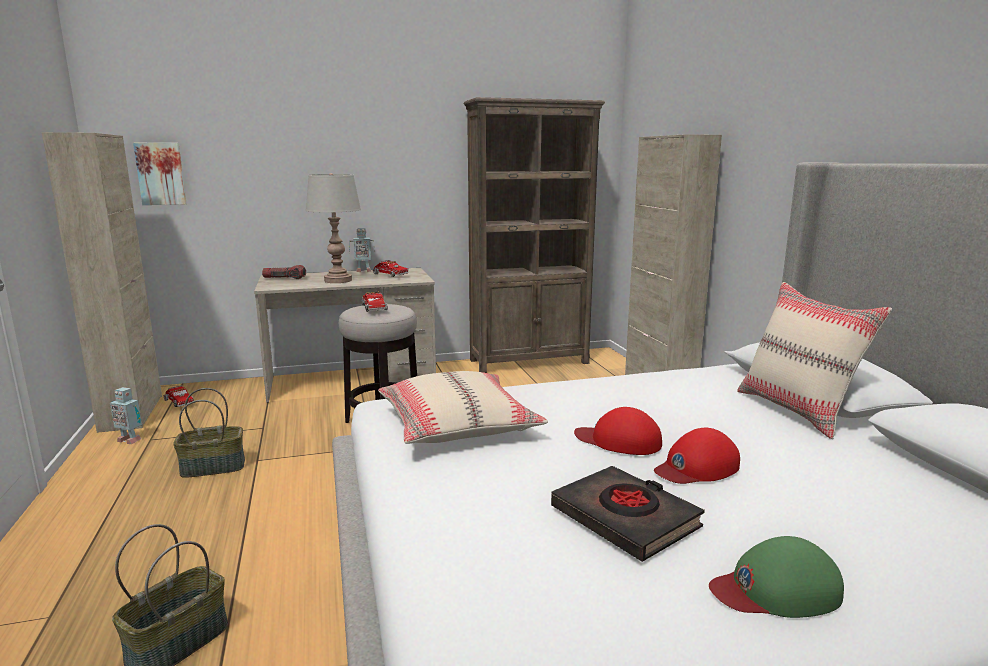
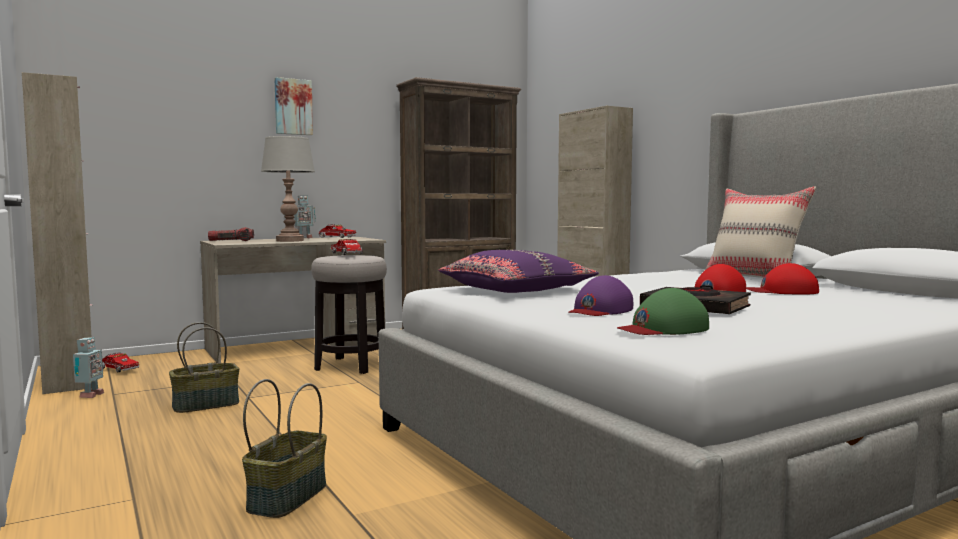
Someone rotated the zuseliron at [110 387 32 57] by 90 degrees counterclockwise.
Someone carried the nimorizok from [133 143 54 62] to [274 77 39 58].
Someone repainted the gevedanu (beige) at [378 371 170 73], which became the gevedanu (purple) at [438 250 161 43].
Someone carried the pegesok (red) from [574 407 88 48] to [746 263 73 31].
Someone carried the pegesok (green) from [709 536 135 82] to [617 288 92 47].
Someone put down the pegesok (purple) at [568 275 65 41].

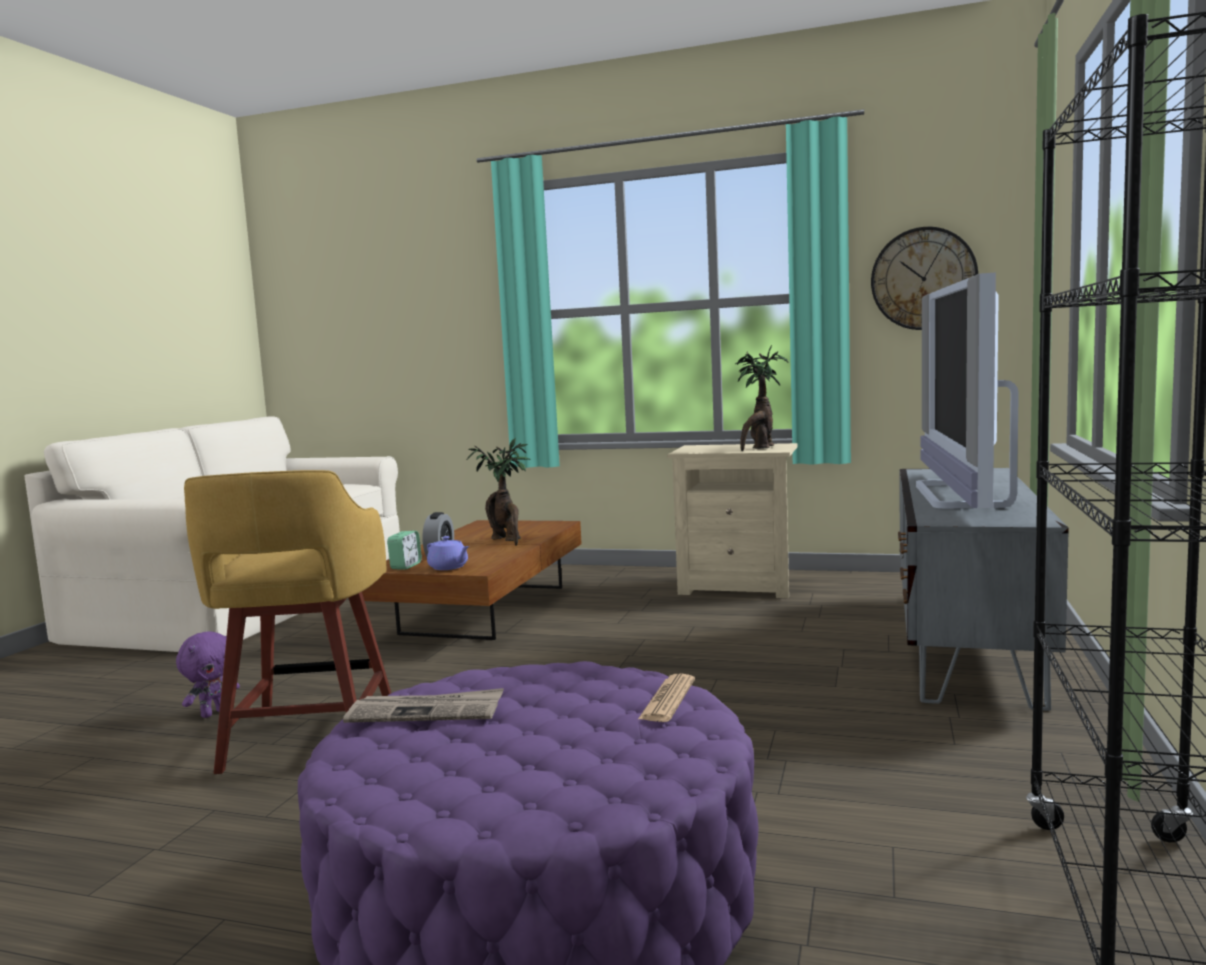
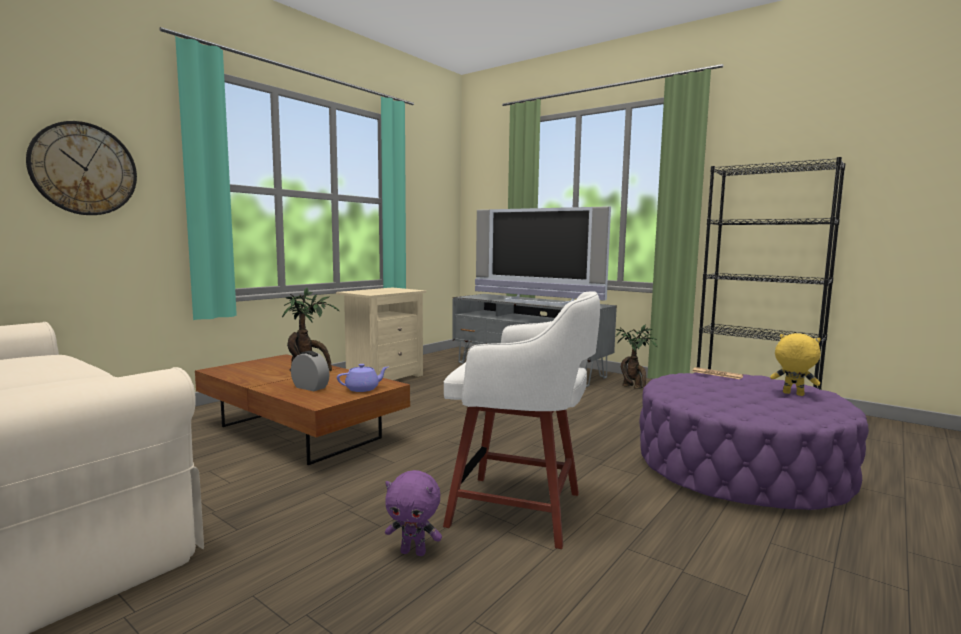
Someone rotated the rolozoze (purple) at [176 631 64 87] by 135 degrees clockwise.
Someone repainted the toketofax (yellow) at [184 470 207 304], which became the toketofax (white) at [443 291 157 258].
Someone took away the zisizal at [343 688 161 35].
Someone took away the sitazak at [387 531 35 39].
Someone carried the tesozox from [735 345 54 107] to [616 324 41 65].
Someone carried the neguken from [871 227 107 103] to [26 121 111 94].
Someone put down the rolozoze (yellow) at [770 333 51 63].

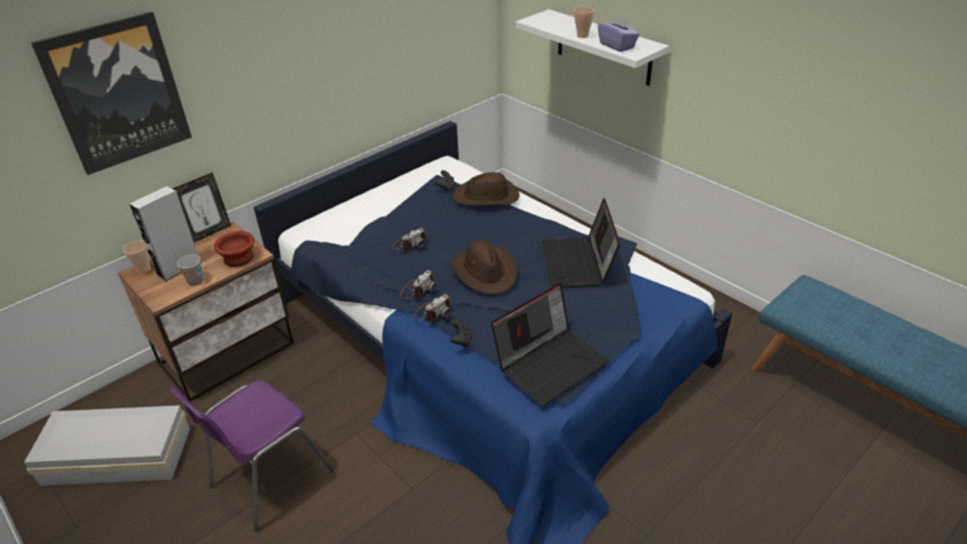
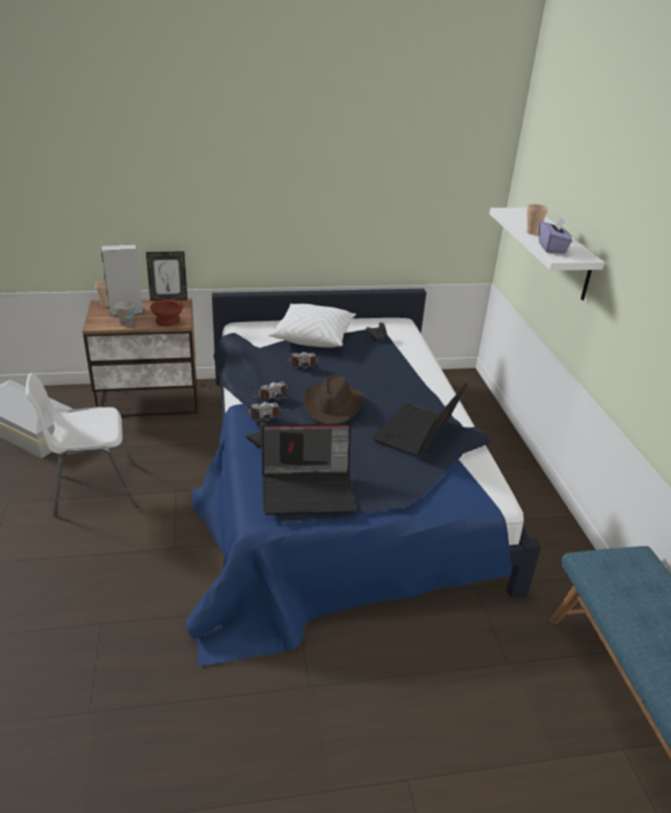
Someone took away the nimorizok at [31 11 161 164].
Someone repainted the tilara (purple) at [169 380 165 152], which became the tilara (white) at [26 373 112 144].
Someone took away the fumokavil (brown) at [452 172 68 34].
Someone put down the gevedanu (white) at [269 304 87 44].

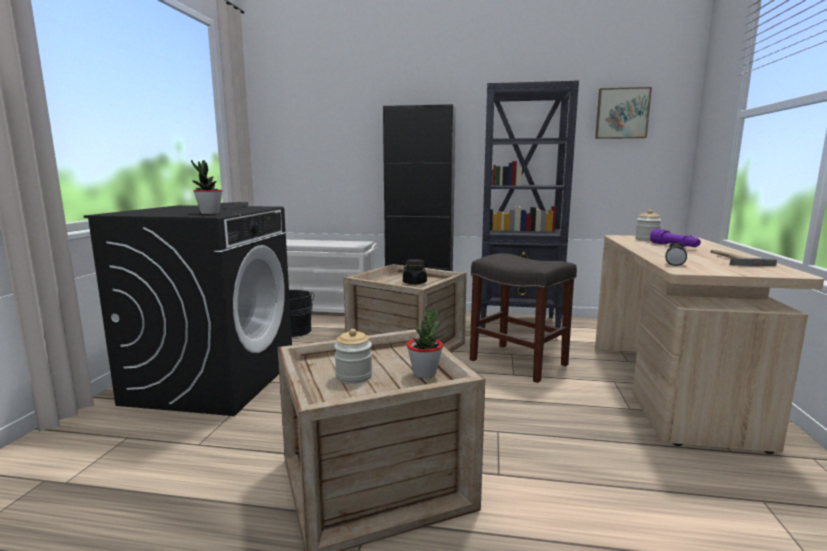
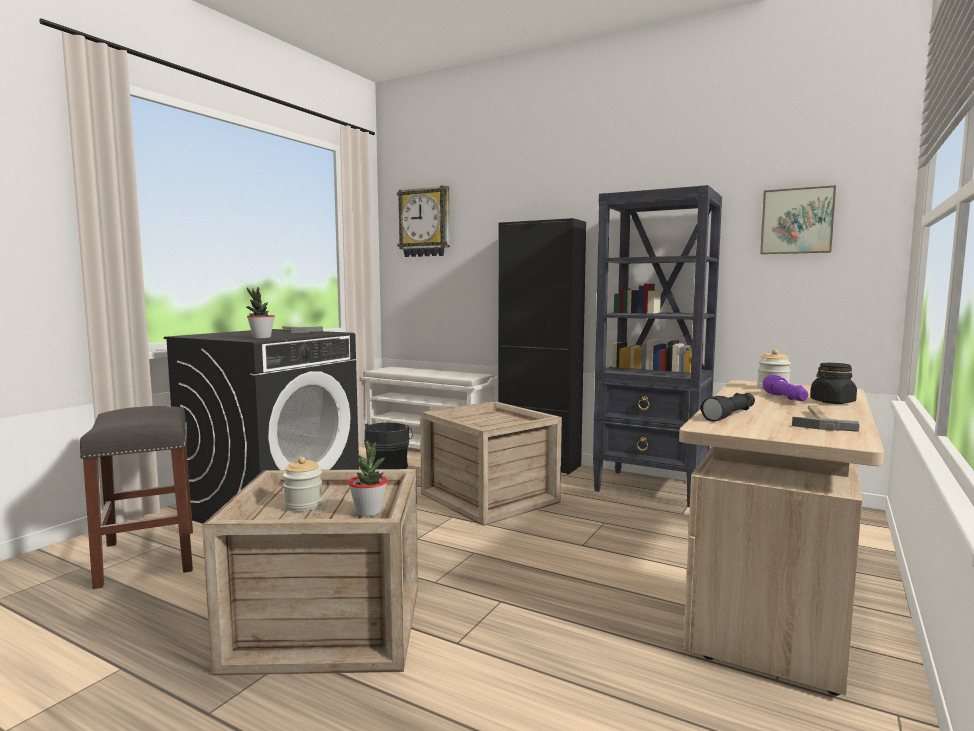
Someone carried the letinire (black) from [403 259 24 26] to [810 363 47 41].
Someone carried the toketofax (grey) from [470 253 107 130] to [79 406 114 183].
Someone put up the neguken at [397 185 53 72].

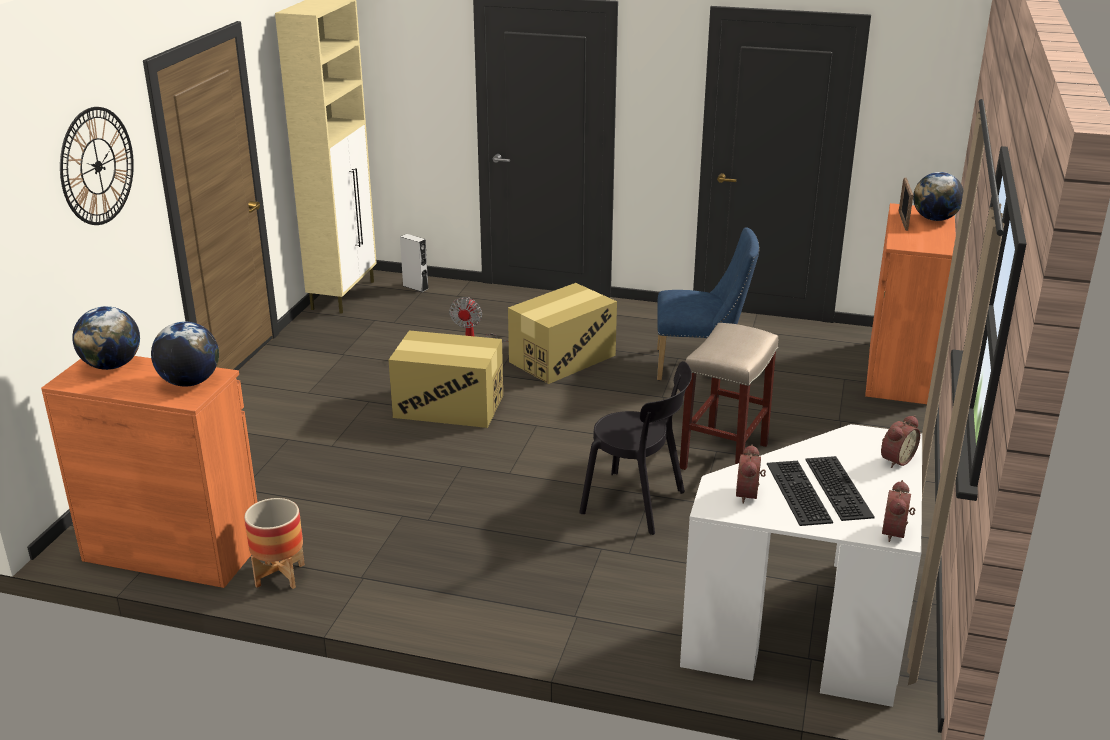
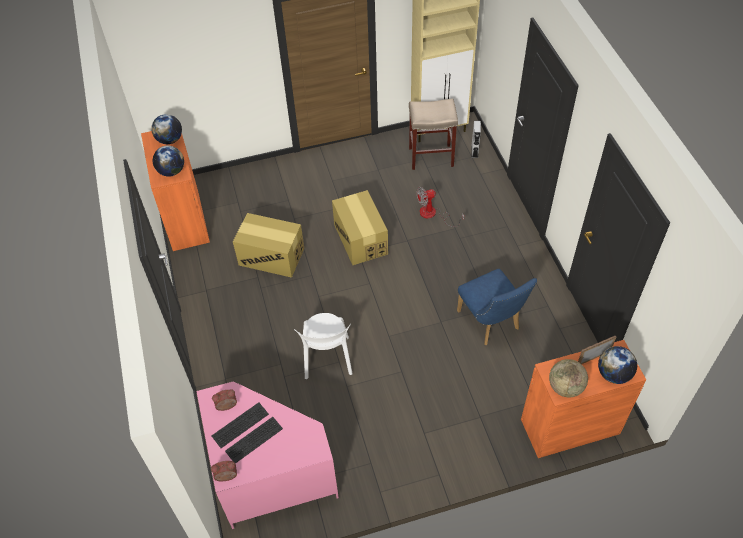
Someone took away the neguken at [60 107 74 118].
Someone took away the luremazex at [244 498 61 91].
Someone carried the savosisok from [508 283 109 101] to [233 213 71 65].
Someone repainted the tilara (black) at [579 361 113 174], which became the tilara (white) at [294 313 59 66].
Someone carried the toketofax (beige) from [680 323 98 147] to [409 98 49 72].
Someone repainted the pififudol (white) at [680 424 242 283], which became the pififudol (pink) at [196 382 143 147].
Someone took away the sitazak at [881 415 39 53].
Someone put down the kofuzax at [549 359 39 38].

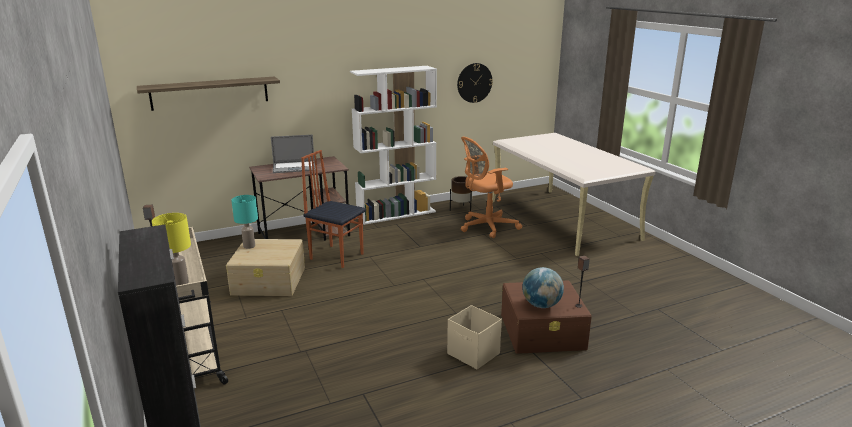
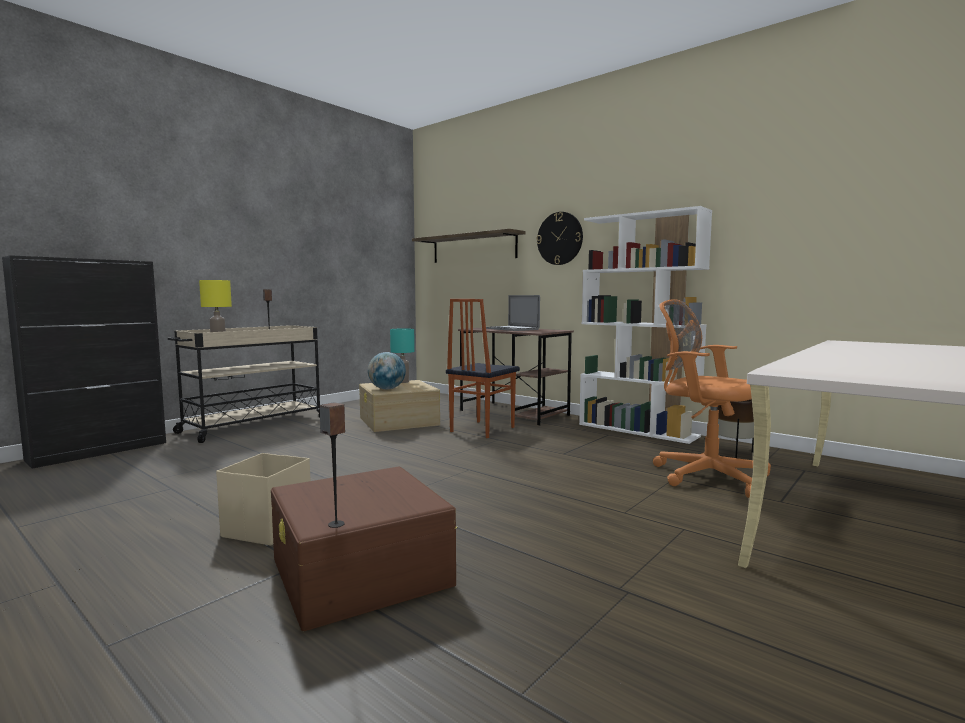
Someone rotated the tilara at [301 150 65 118] by 150 degrees counterclockwise.
Someone carried the neguken from [457 63 36 40] to [537 212 46 53].
Someone carried the kofuzax from [522 267 42 41] to [368 352 38 37].

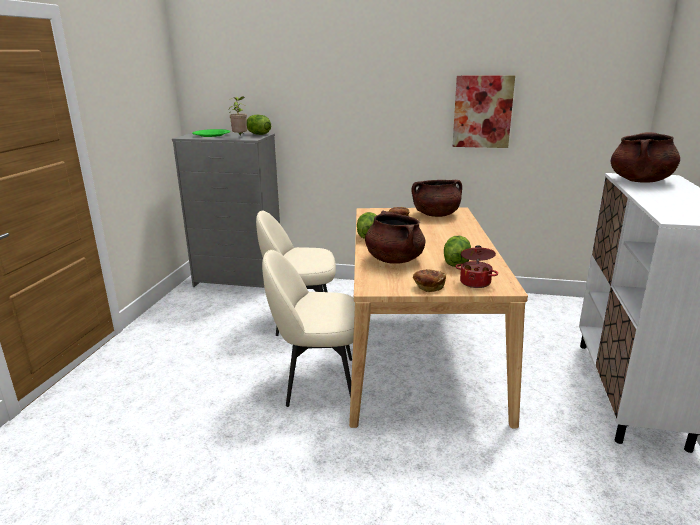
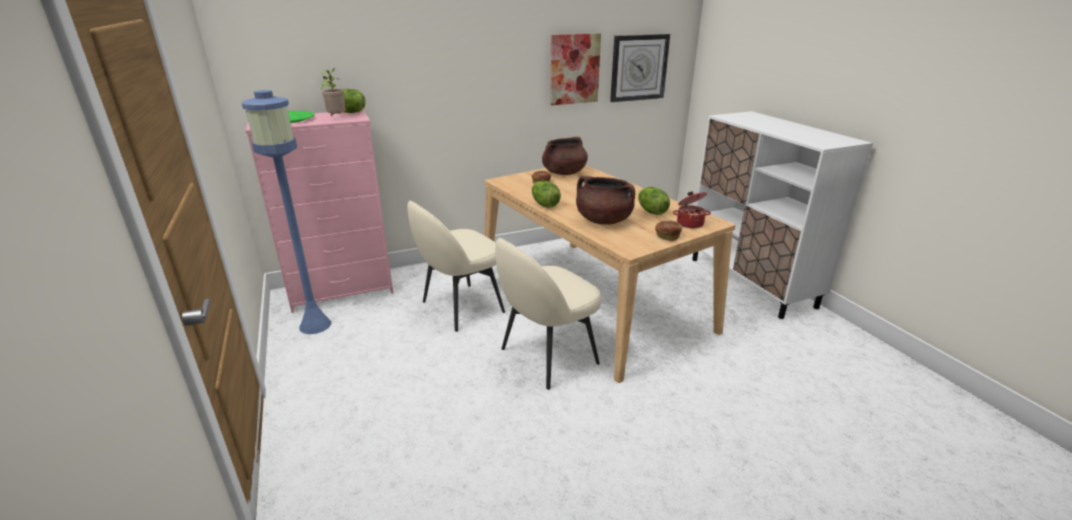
Someone repainted the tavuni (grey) at [172 133 108 155], which became the tavuni (pink) at [246 110 147 203].
Someone took away the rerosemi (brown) at [611 132 69 51].
Someone put down the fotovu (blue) at [241 90 90 244].
Someone put up the neguken at [610 34 60 68].

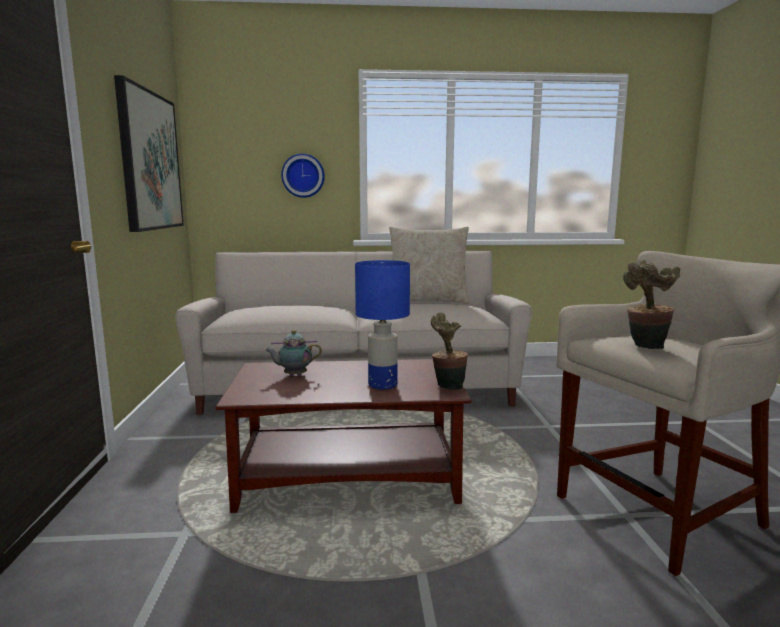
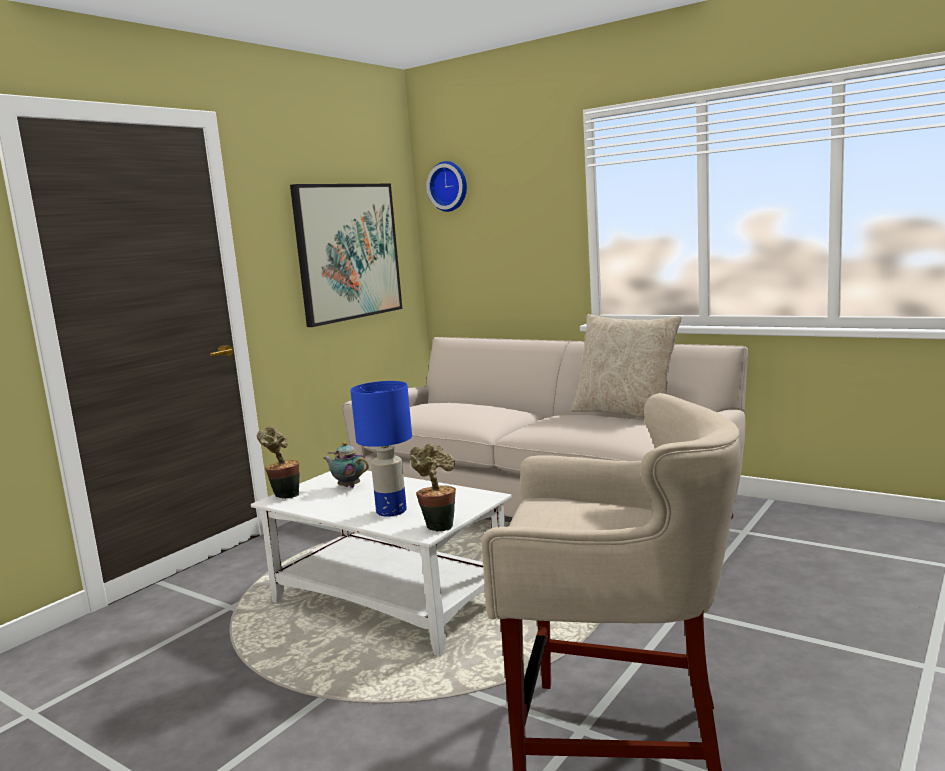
Someone repainted the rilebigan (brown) at [216 359 255 154], which became the rilebigan (white) at [251 471 261 186].
Someone carried the neguken from [281 153 44 45] to [427 161 40 51].
Someone carried the tesozox from [623 260 57 89] to [257 426 42 73].

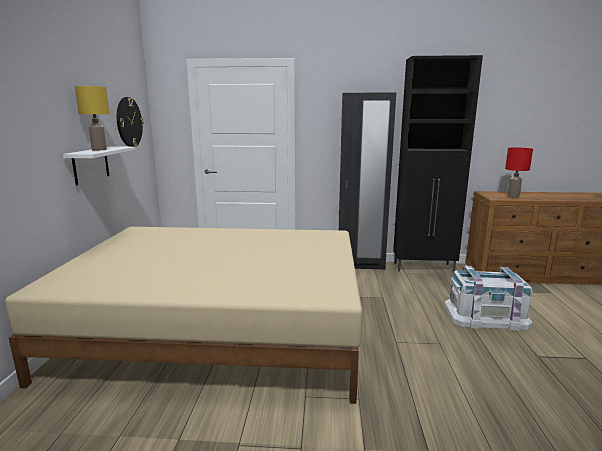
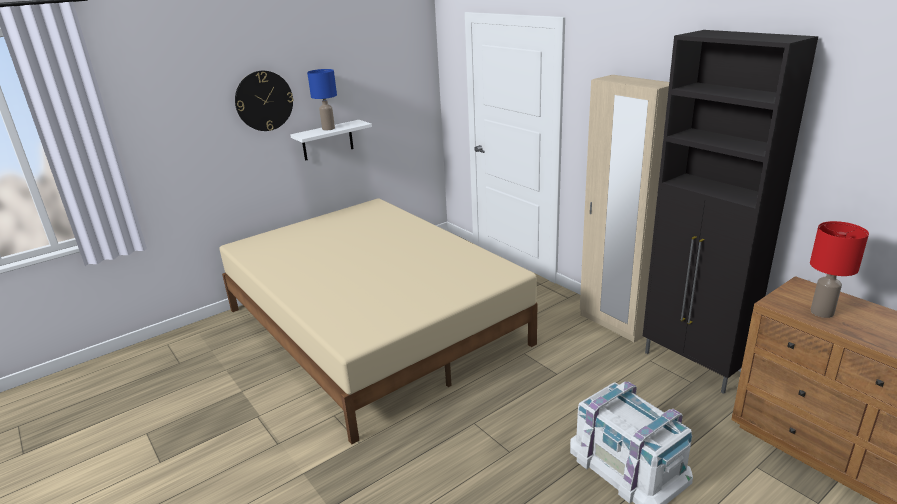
Someone repainted the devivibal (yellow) at [75 86 34 65], which became the devivibal (blue) at [307 69 30 61].
Someone carried the neguken from [117 97 27 50] to [235 71 58 60].
Someone repainted the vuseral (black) at [339 93 57 177], which became the vuseral (beige) at [580 75 89 268].

